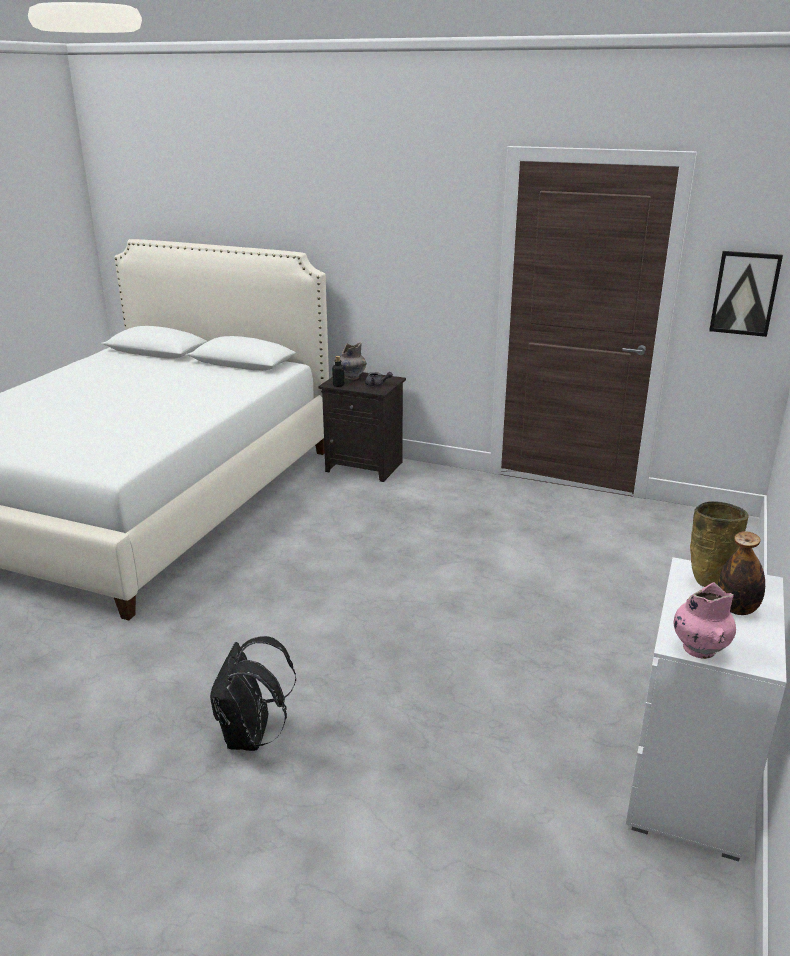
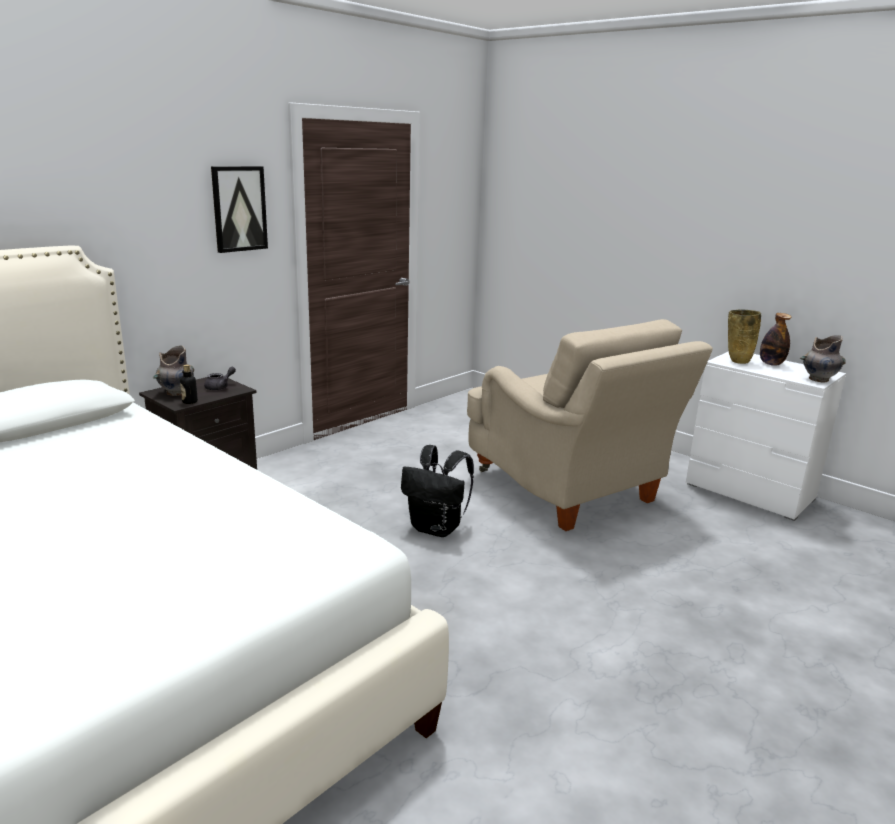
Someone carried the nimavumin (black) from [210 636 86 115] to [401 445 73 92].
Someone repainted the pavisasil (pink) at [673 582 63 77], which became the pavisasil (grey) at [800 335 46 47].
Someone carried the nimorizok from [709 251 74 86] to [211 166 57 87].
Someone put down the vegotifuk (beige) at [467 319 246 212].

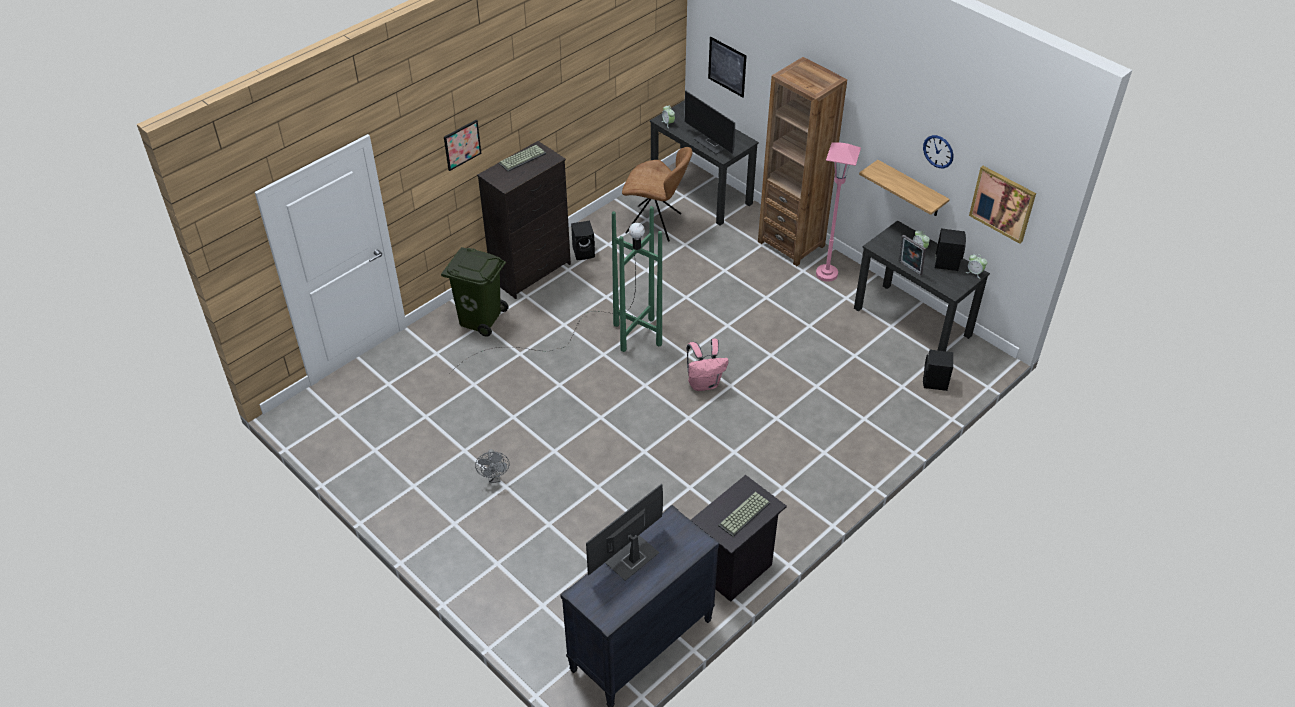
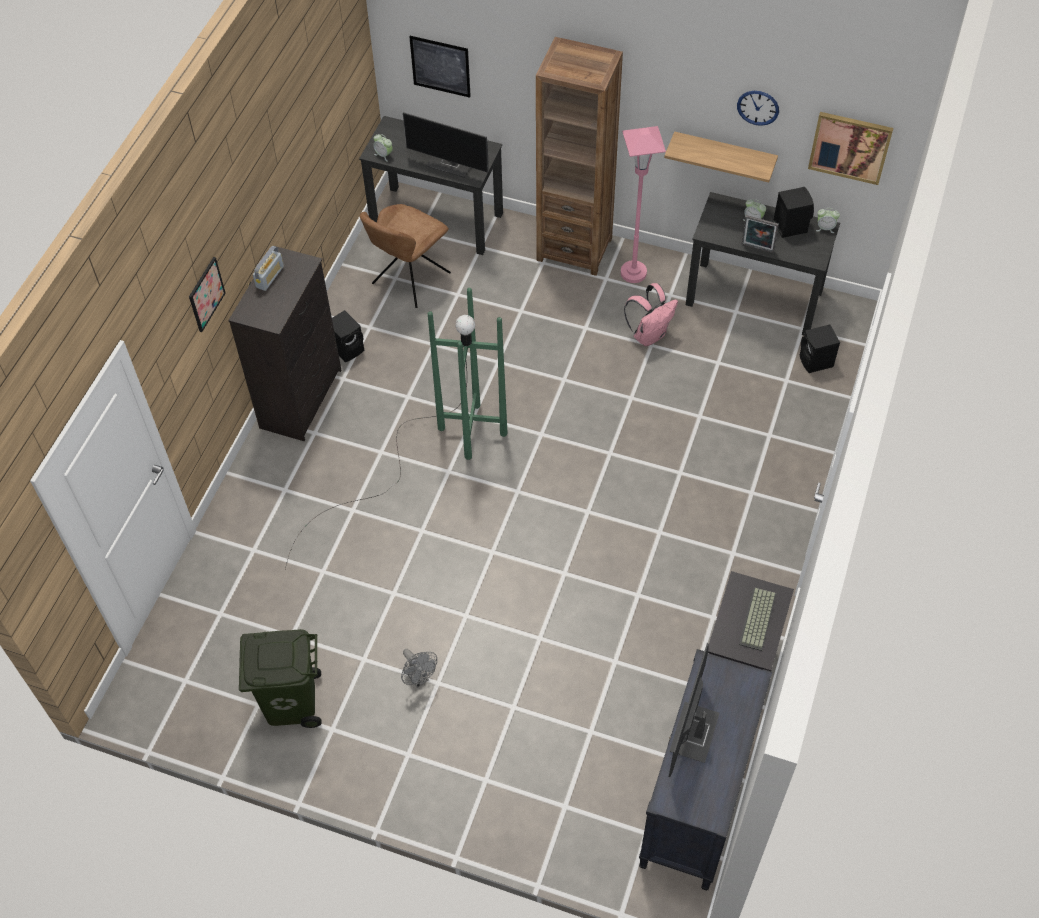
Someone carried the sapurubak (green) from [441 247 68 90] to [239 629 83 99].
Someone swapped the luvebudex at [499 145 48 27] for the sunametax at [253 246 31 45].
Someone rotated the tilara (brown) at [622 147 70 95] by 135 degrees clockwise.
Someone carried the nimavumin (pink) from [687 339 42 52] to [624 283 54 63].

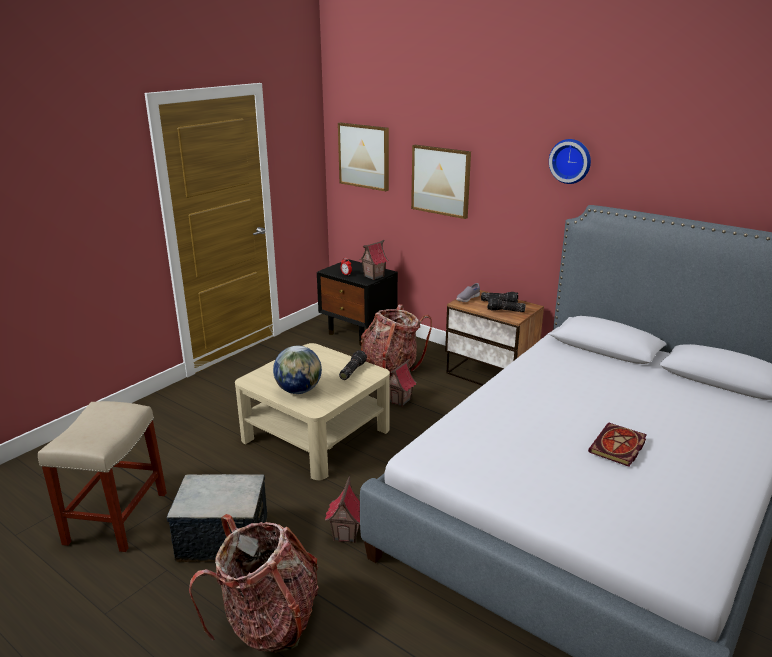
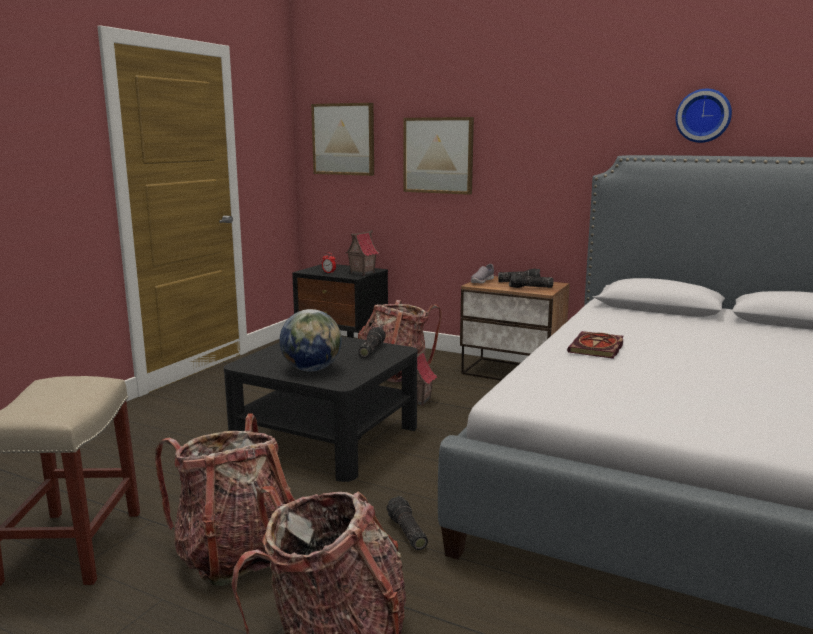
Someone swapped the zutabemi at [167 474 100 88] for the nimavumin at [155 414 140 172].
Someone repainted the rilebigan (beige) at [235 343 155 137], which became the rilebigan (black) at [224 336 194 146].
Someone swapped the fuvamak at [325 476 35 67] for the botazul at [387 496 41 54].
Someone carried the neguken from [549 139 42 45] to [675 89 57 54].
Someone carried the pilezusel from [588 422 59 45] to [567 331 57 28].

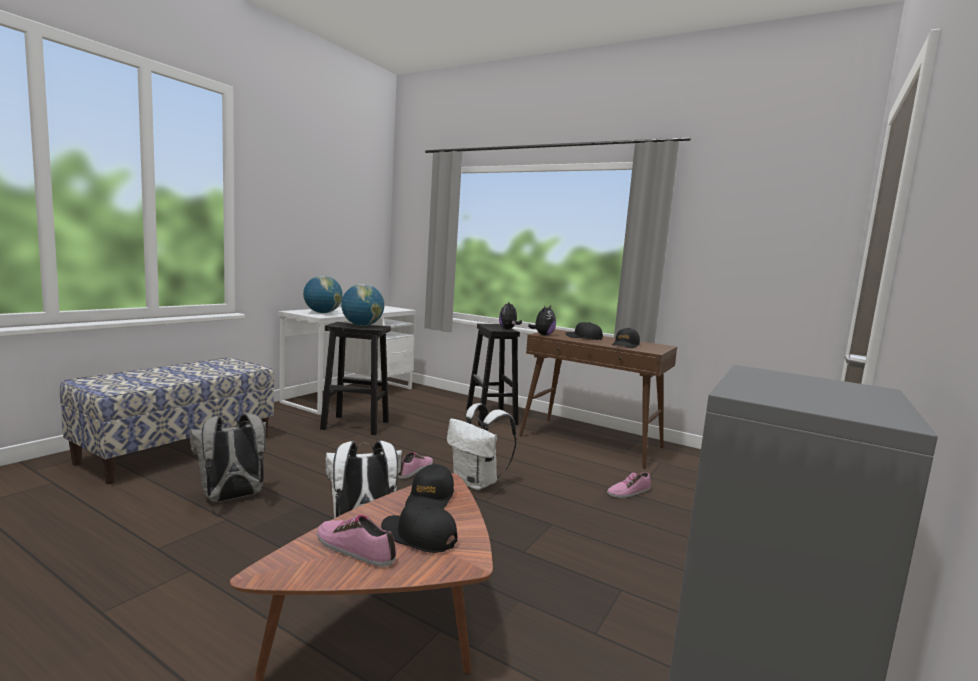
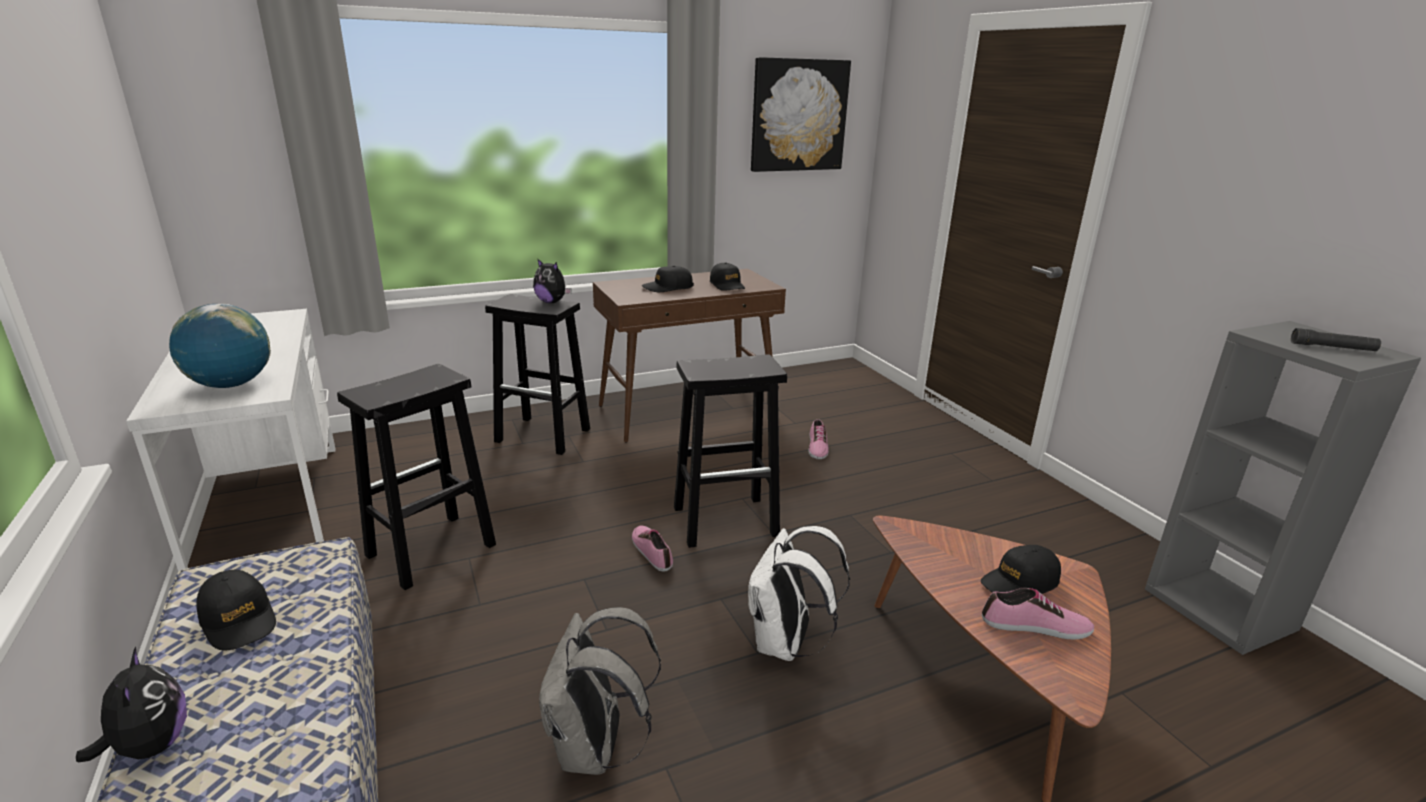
Someone rotated the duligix at [317 515 80 52] by 150 degrees counterclockwise.
Someone took away the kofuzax at [341 284 43 42].
Someone carried the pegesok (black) from [405 464 49 45] to [196 570 80 81].
Someone swapped the nimavumin (white) at [447 403 70 87] for the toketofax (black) at [674 354 113 194].
Someone carried the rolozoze from [528 306 28 29] to [76 647 111 115].
Someone put up the nimorizok at [751 57 100 115].
Someone put down the botazul (black) at [1291 328 90 23].

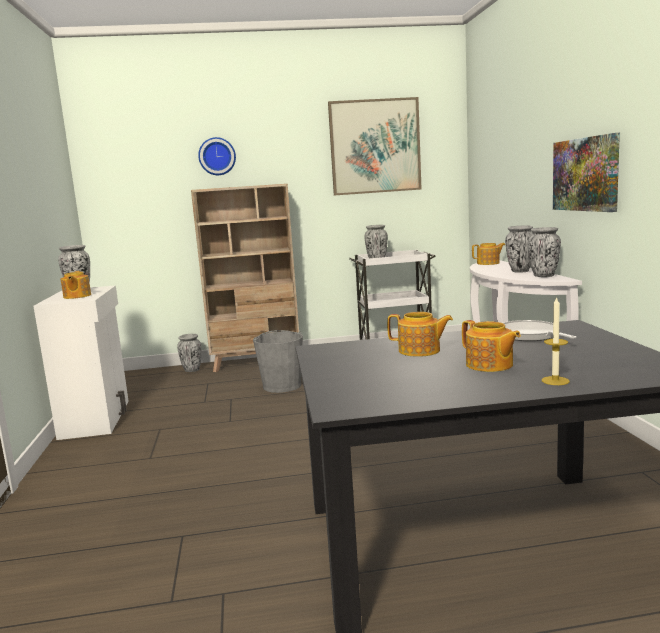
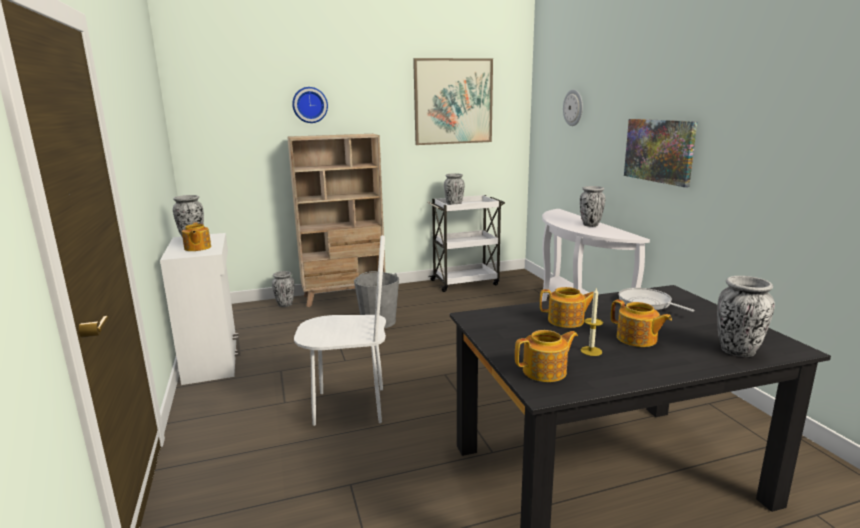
Someone carried the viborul from [472 243 33 22] to [515 330 63 52].
Someone carried the pavisasil from [528 227 33 50] to [717 276 58 81].
Someone carried the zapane from [542 296 28 89] to [581 288 22 68].
Someone put down the tilara (white) at [294 235 92 191].
Someone put up the neguken at [563 89 20 37].

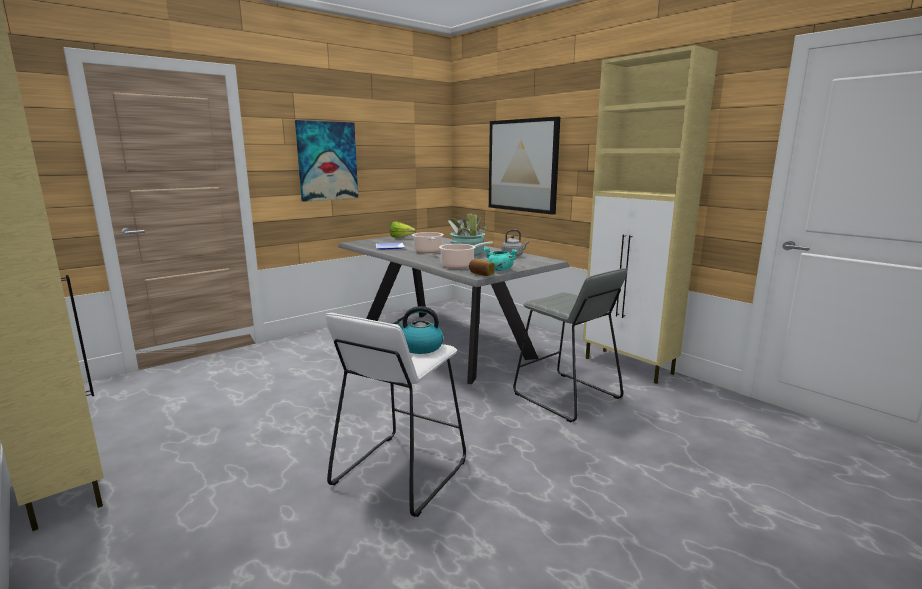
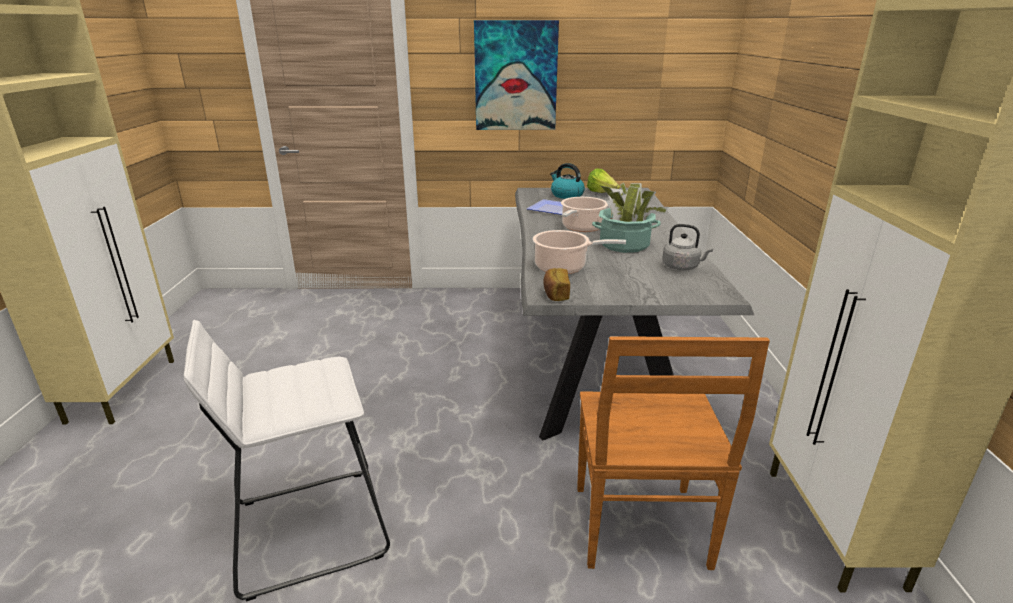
Someone carried the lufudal from [392 306 52 48] to [550 163 35 36].
Someone took away the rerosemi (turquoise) at [483 247 35 24].
Someone took away the nimorizok at [489 117 71 98].
Someone swapped the toketofax (grey) at [513 268 114 155] for the tilara (brown) at [577 336 193 234].

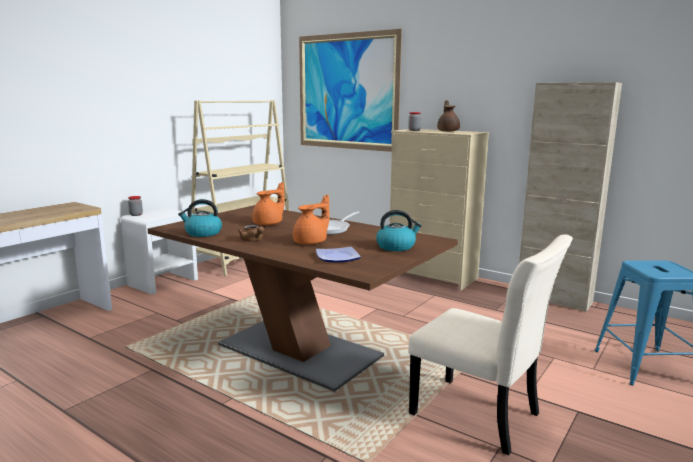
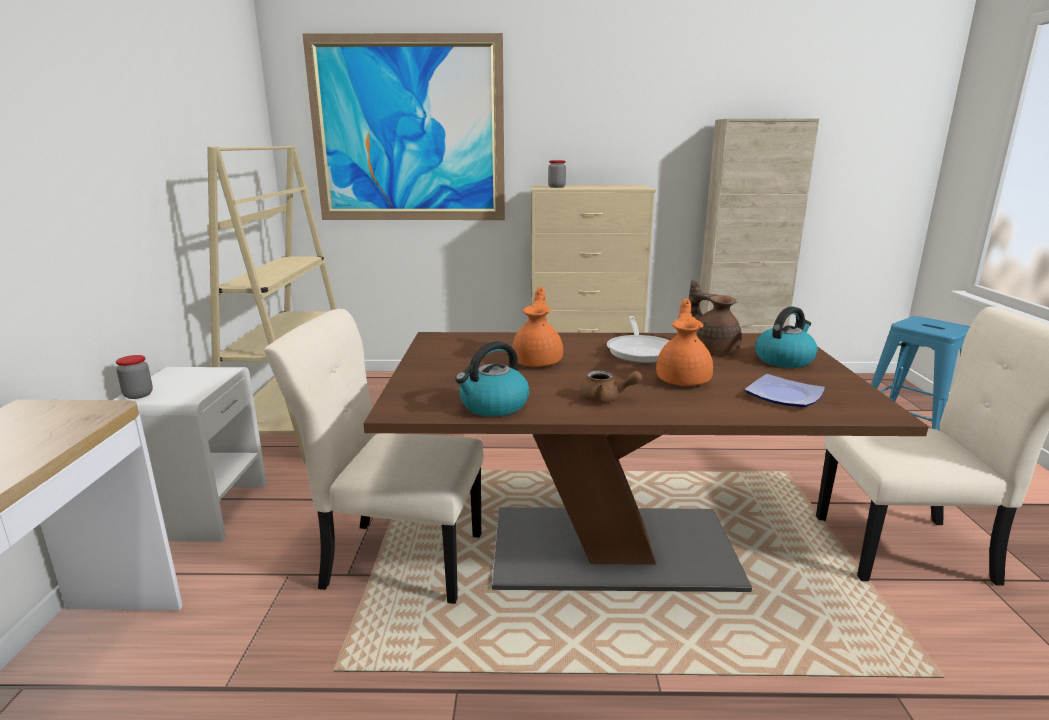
Someone carried the viborul (brown) from [437 100 23 32] to [689 280 53 73].
Someone put down the tilara (beige) at [264 309 219 295].

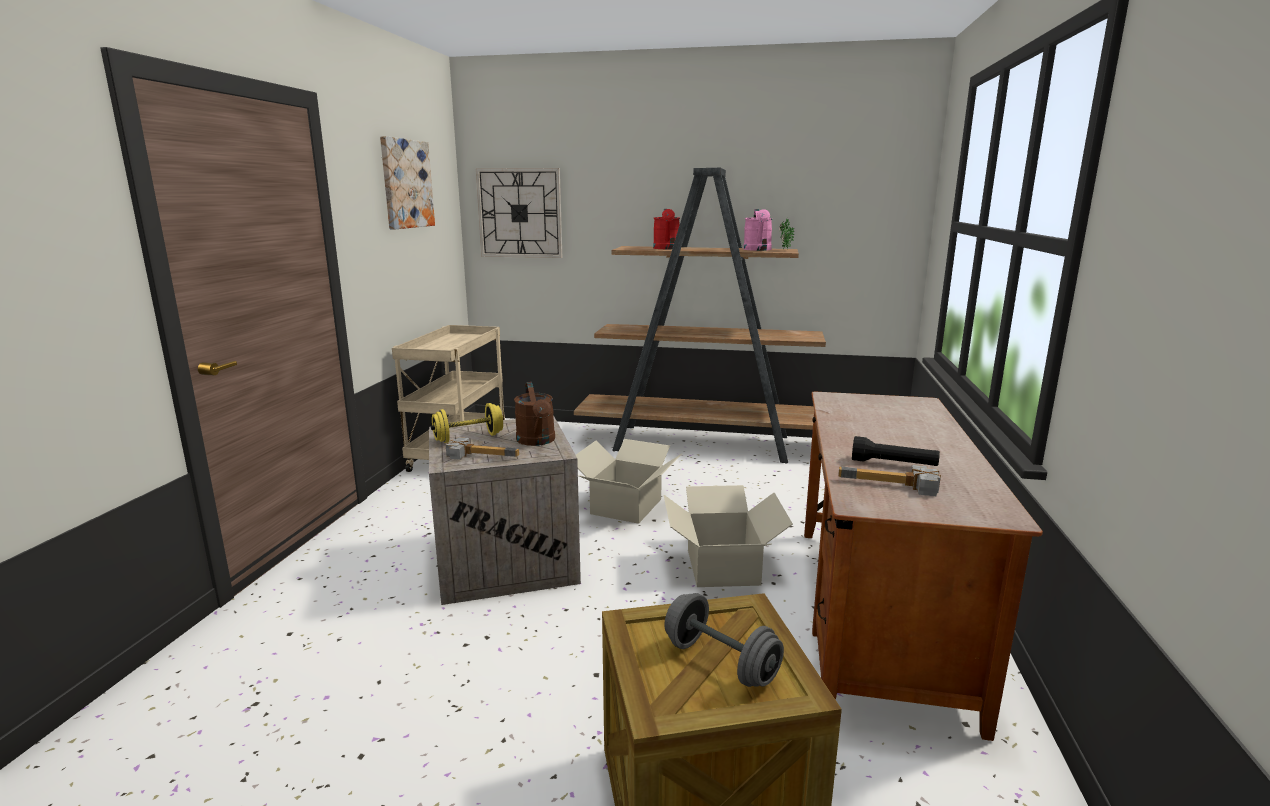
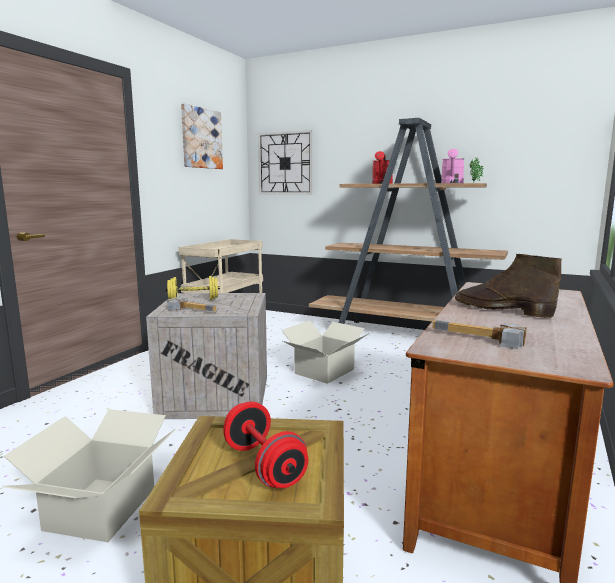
Someone took away the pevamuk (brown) at [514 382 41 64].
Someone carried the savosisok from [664 485 129 102] to [2 409 174 133].
Someone repainted the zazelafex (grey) at [664 593 120 94], which became the zazelafex (red) at [223 401 85 87].
Someone took away the botazul (black) at [852 436 88 30].
Someone put down the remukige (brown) at [455 254 107 64].

